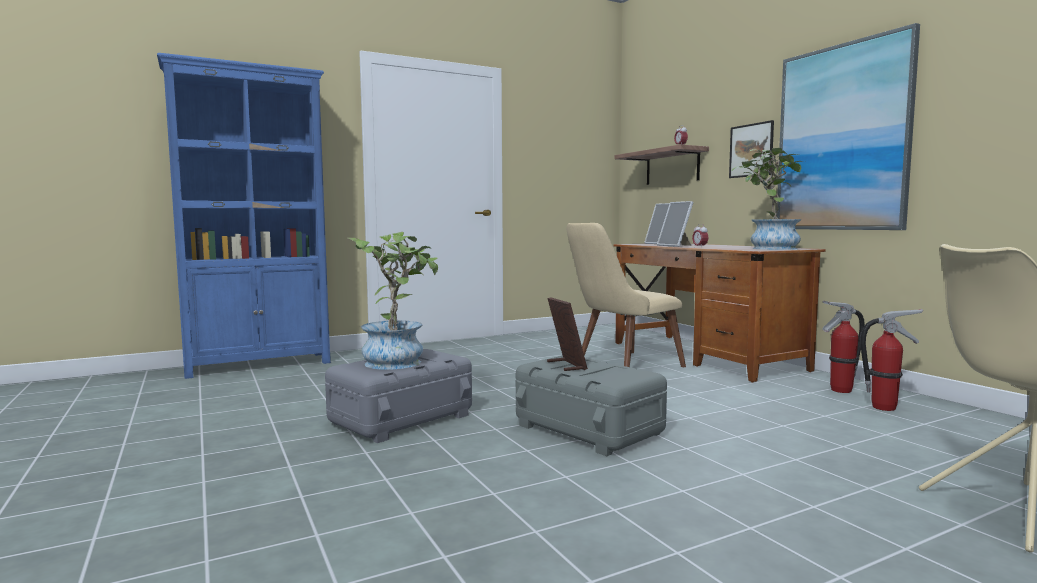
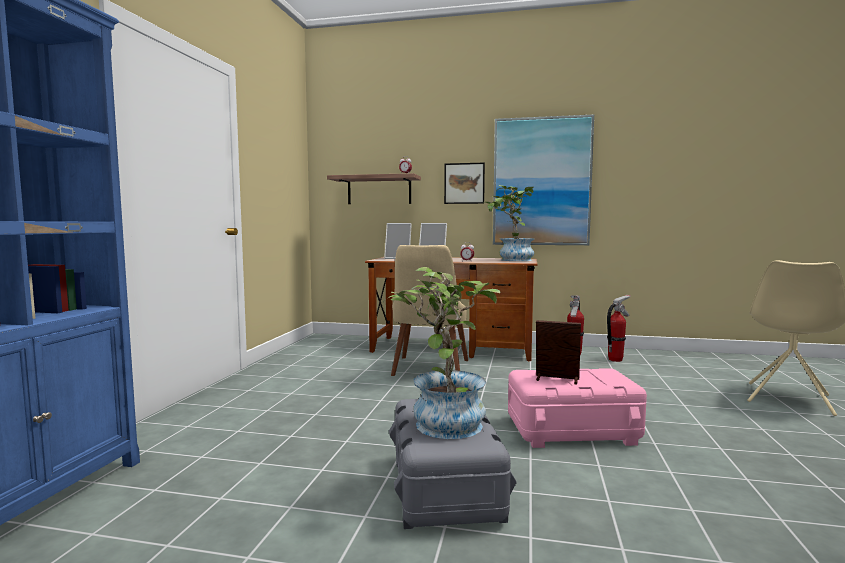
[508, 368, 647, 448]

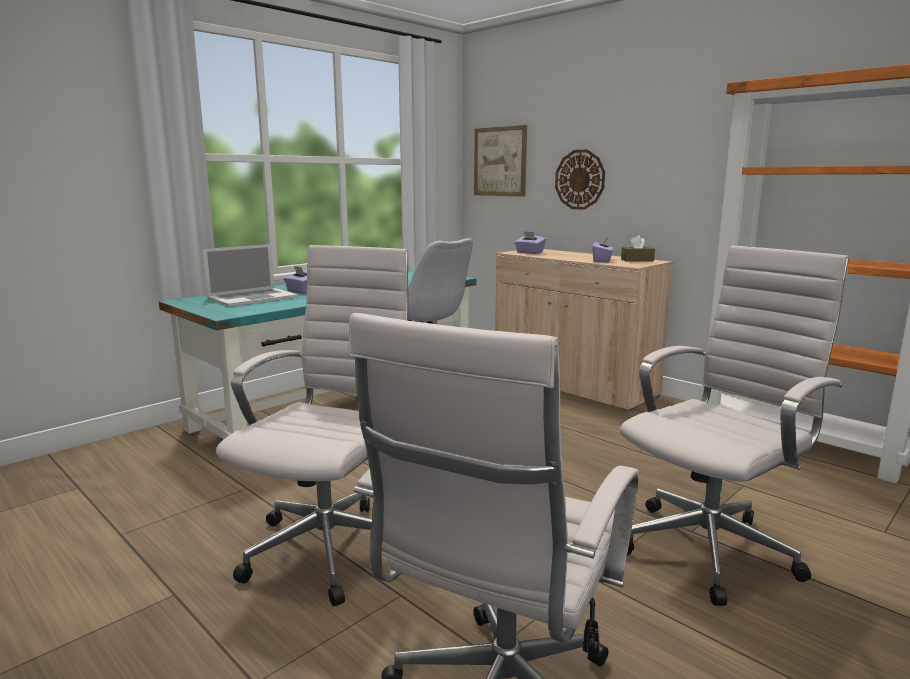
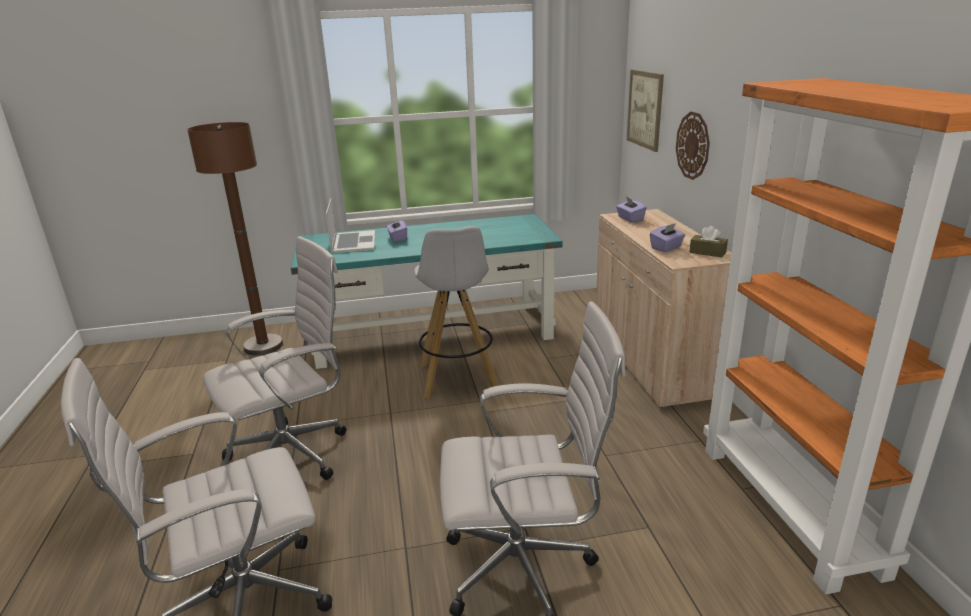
[187, 122, 283, 355]
[326, 199, 375, 253]

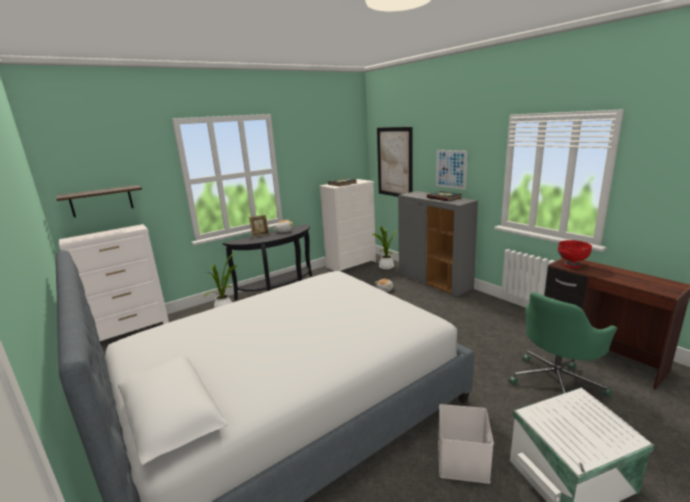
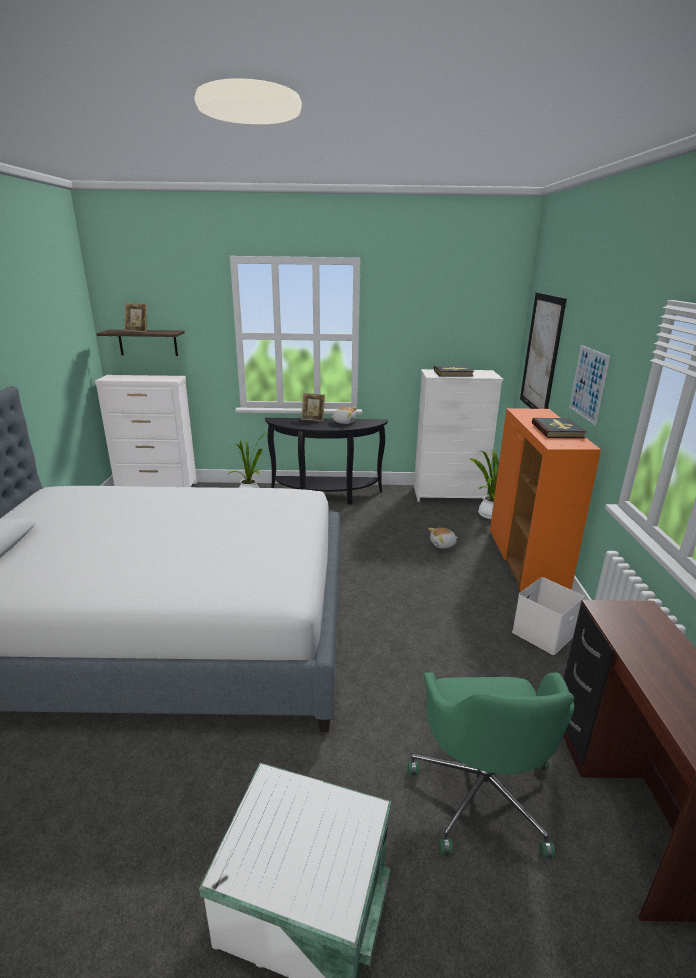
[558, 240, 592, 268] (first image)
[124, 303, 147, 332]
[512, 577, 584, 655]
[490, 408, 601, 597]
[408, 672, 574, 858]

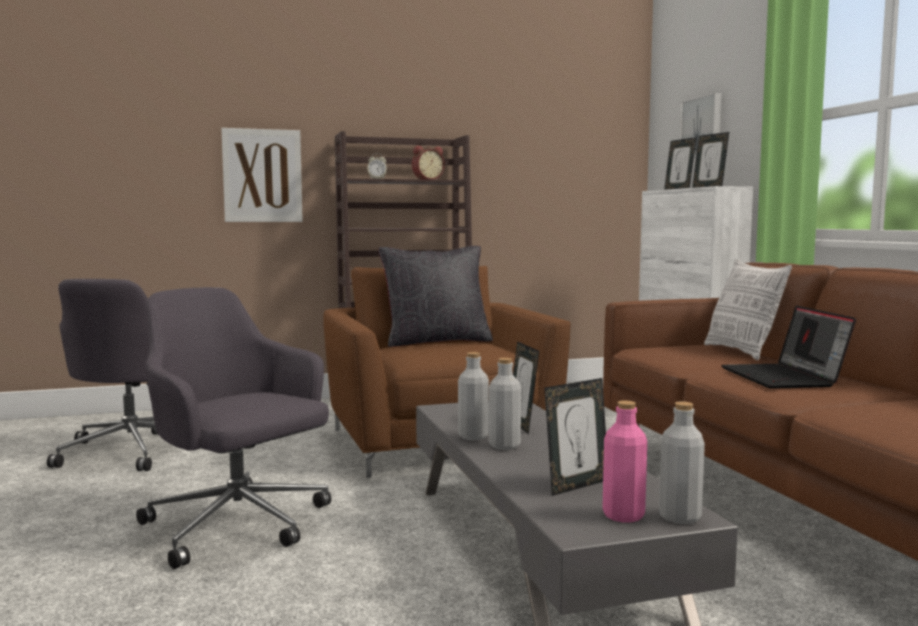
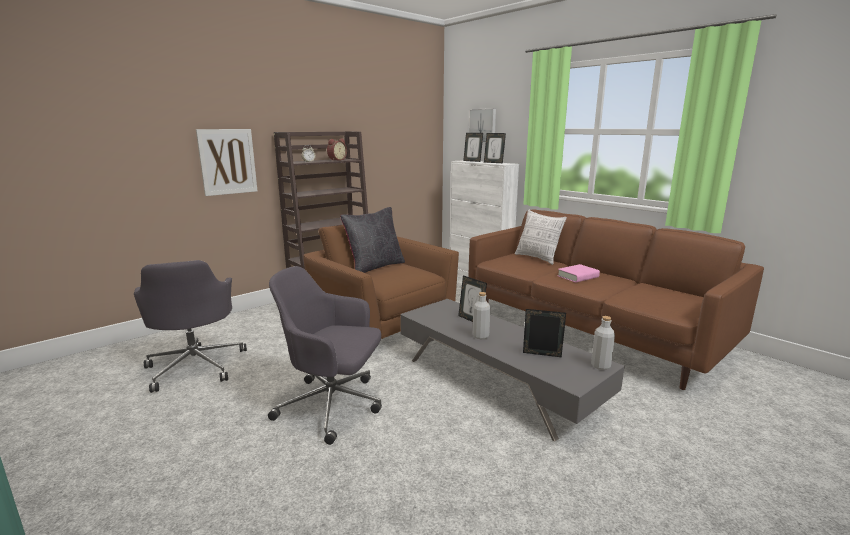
[458, 352, 489, 440] (first image)
[603, 401, 647, 522] (first image)
[557, 264, 600, 282]
[523, 309, 566, 357]

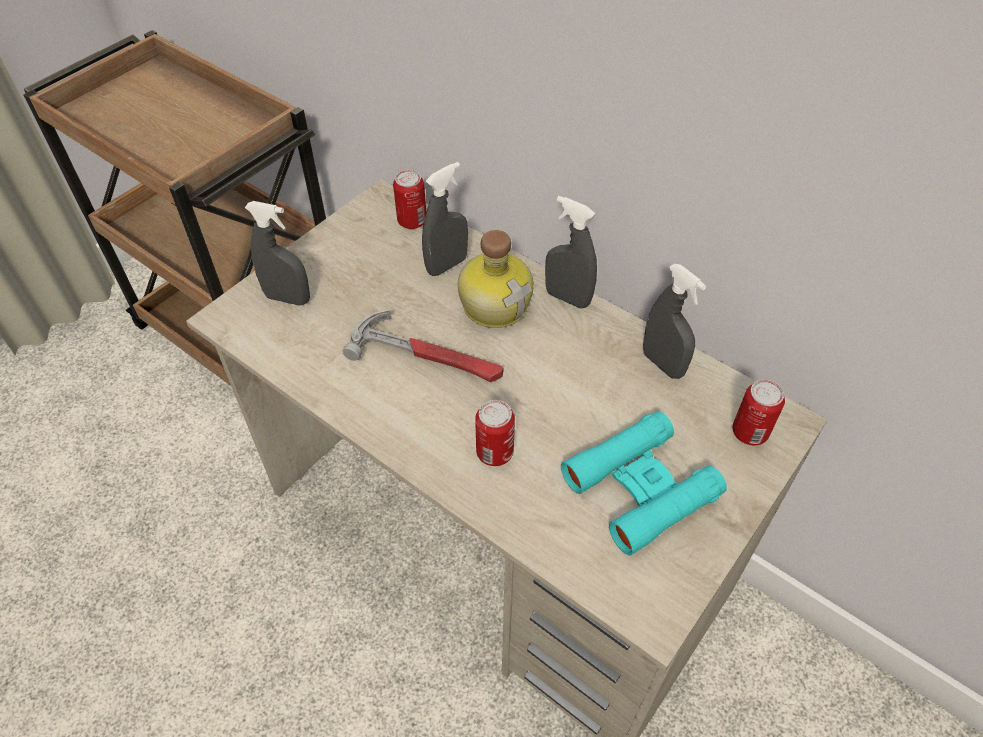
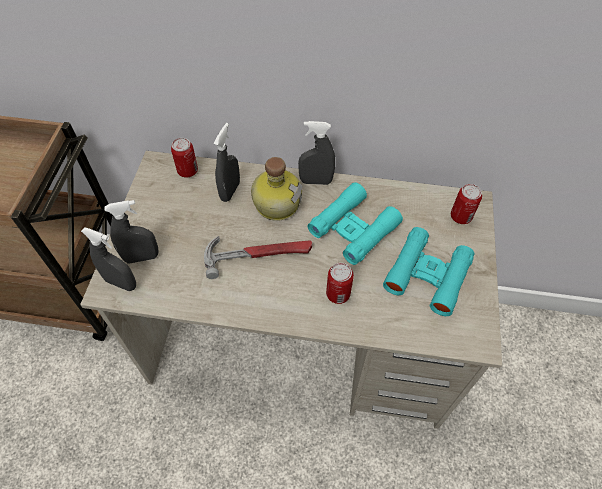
[308, 182, 403, 265]
[81, 227, 136, 291]

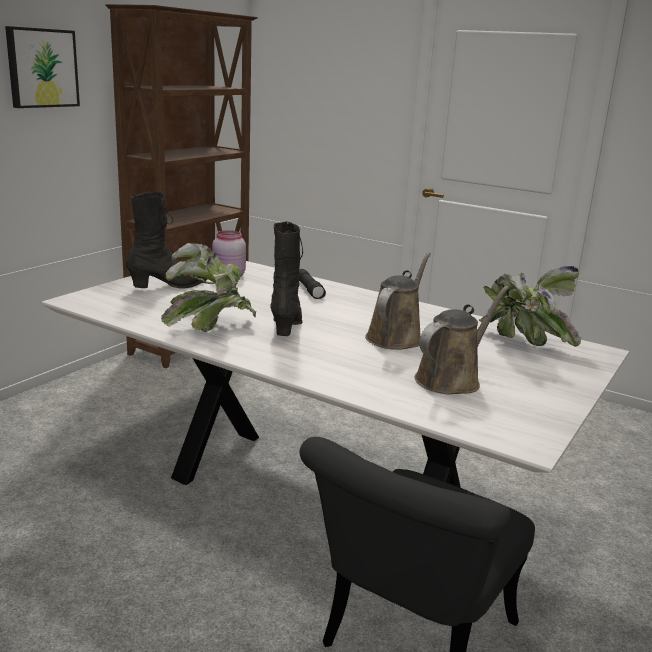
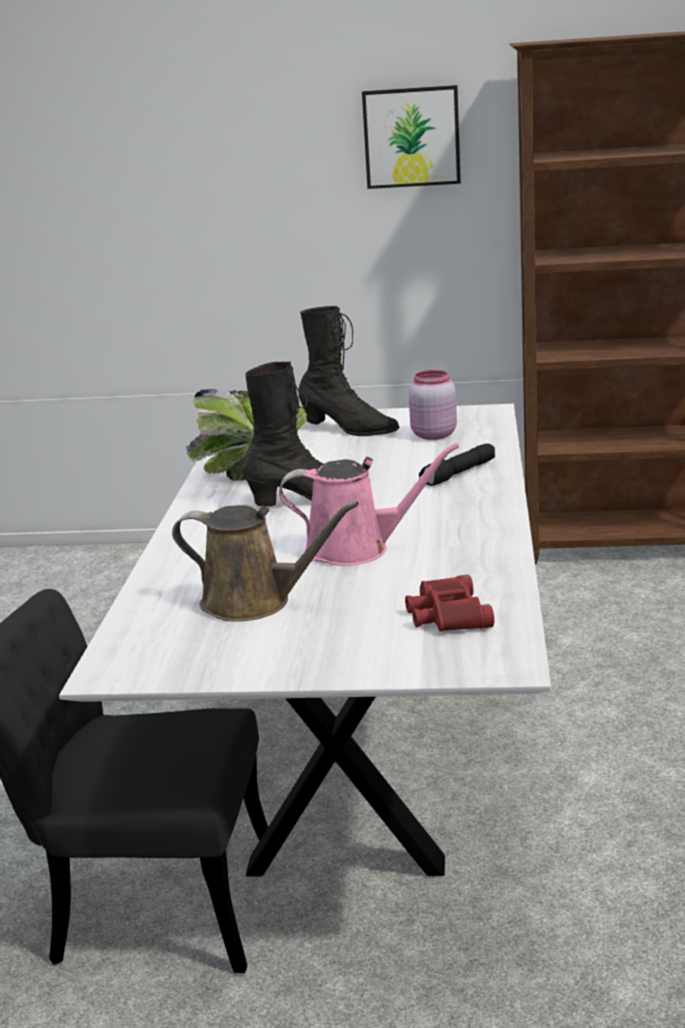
[405, 574, 494, 632]
[279, 443, 459, 566]

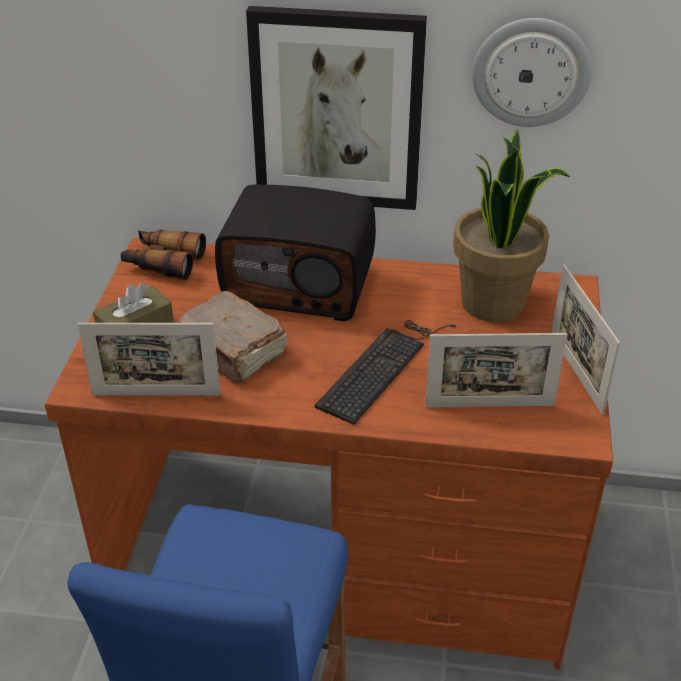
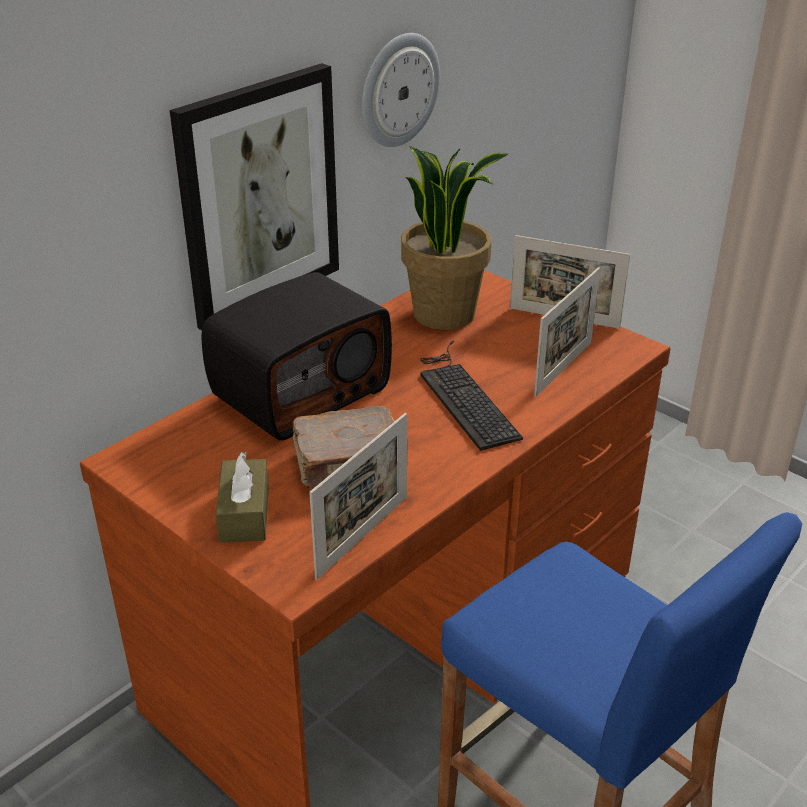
[120, 230, 206, 281] (first image)

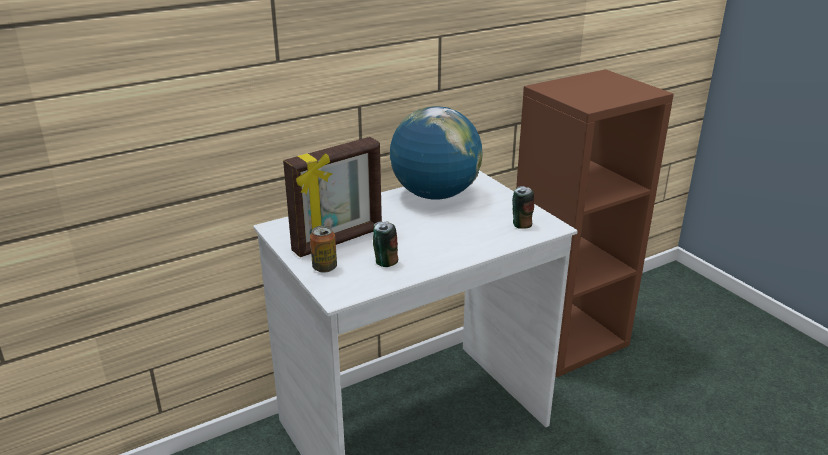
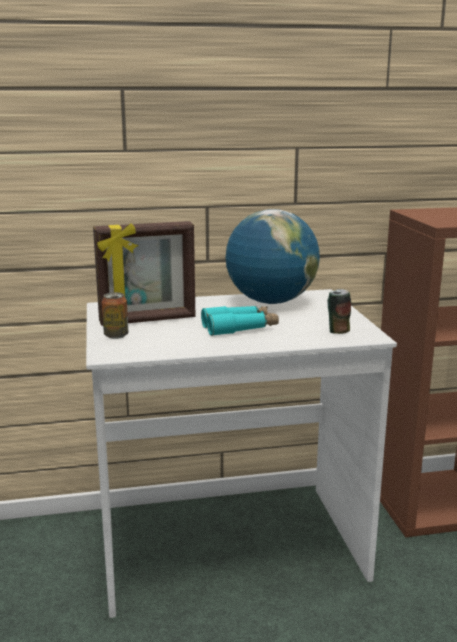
[373, 221, 398, 267] (first image)
[201, 306, 279, 336]

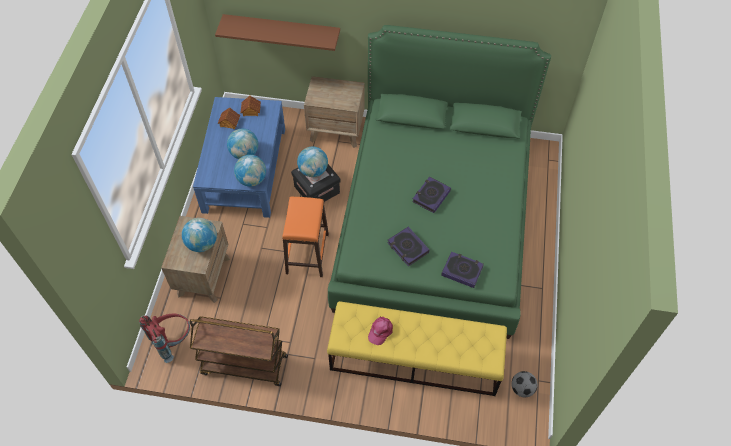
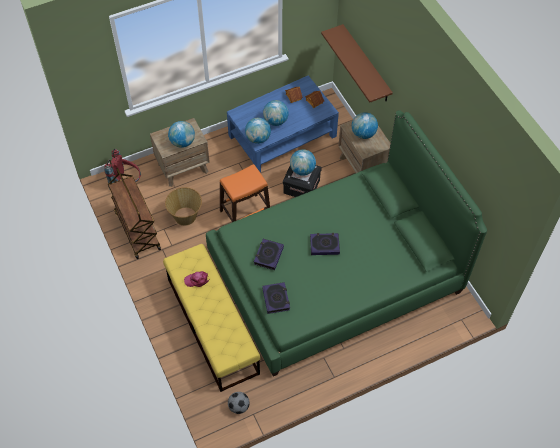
[165, 187, 202, 226]
[352, 112, 378, 139]

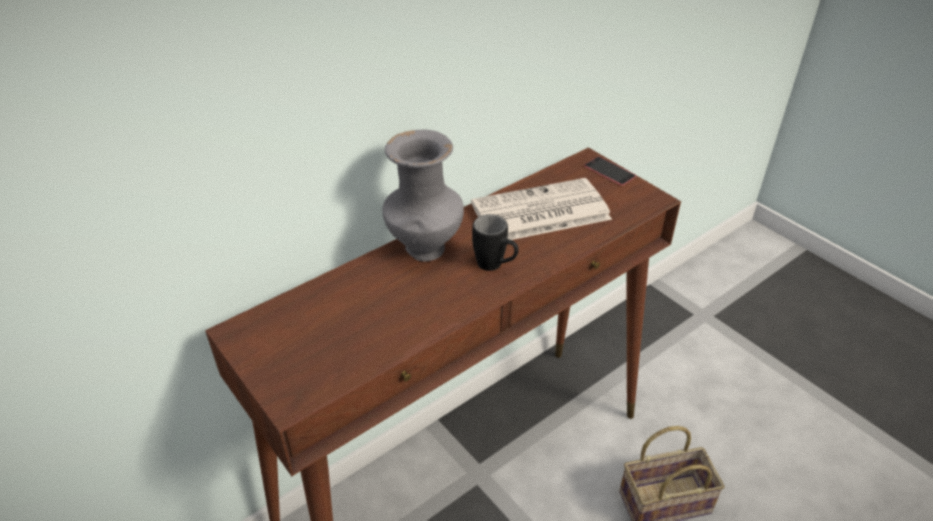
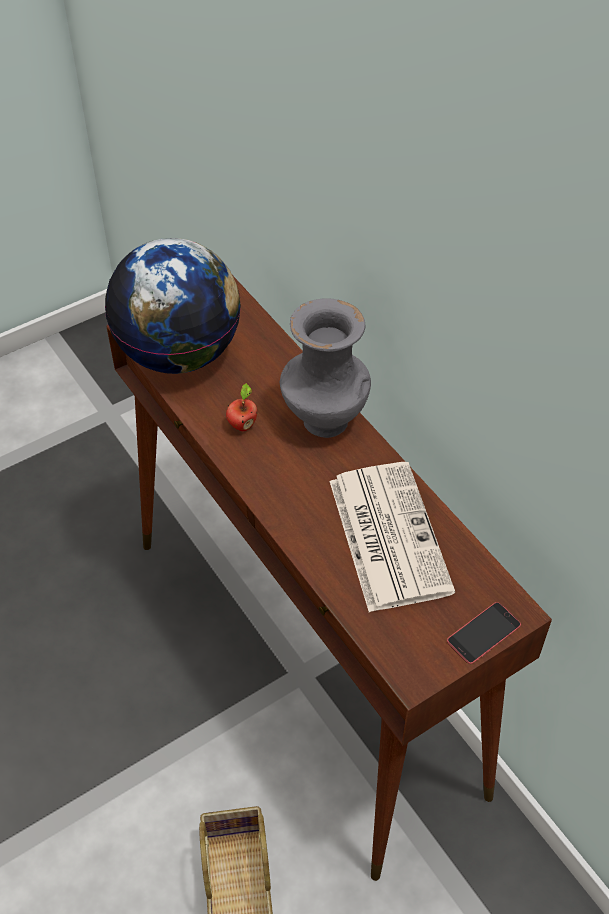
[472, 214, 519, 271] (first image)
[105, 238, 241, 374]
[226, 383, 257, 431]

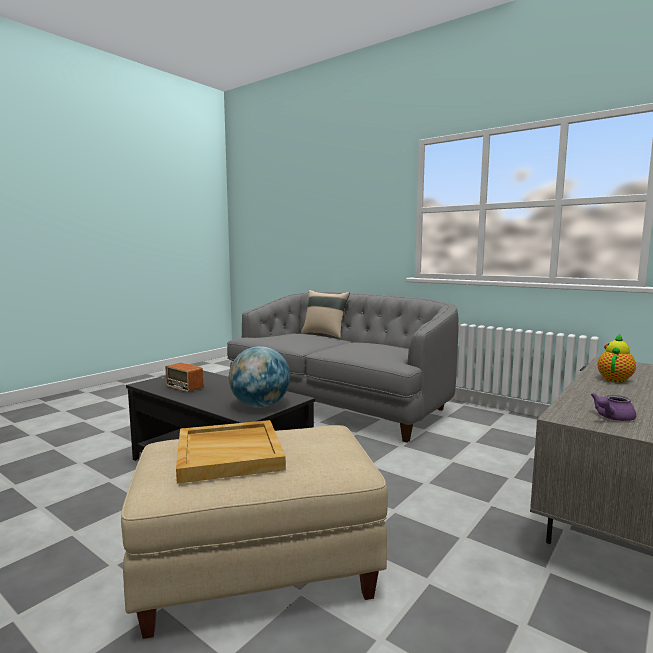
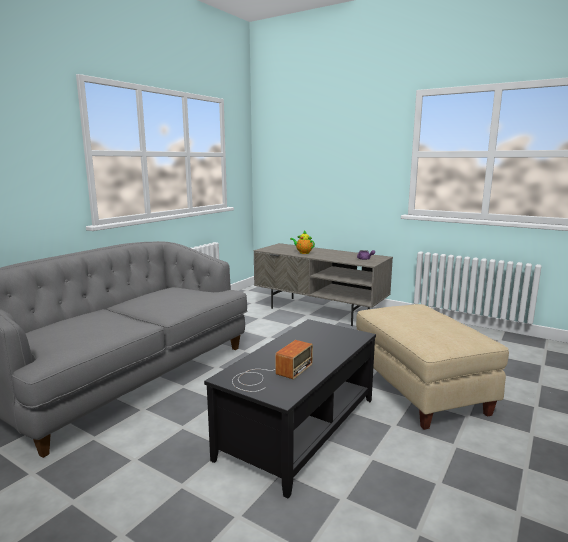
[176, 420, 286, 484] (first image)
[229, 346, 290, 408] (first image)
[301, 290, 350, 338] (first image)

